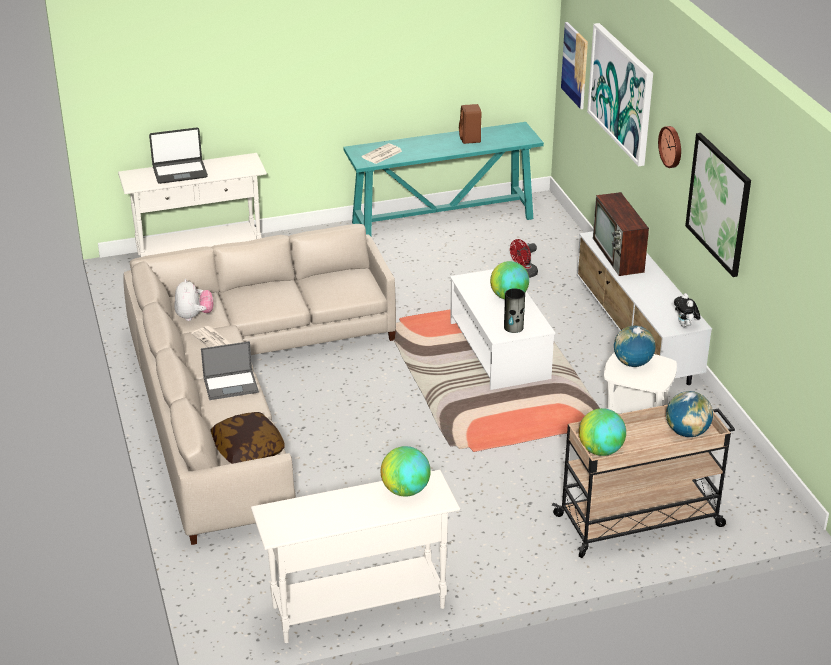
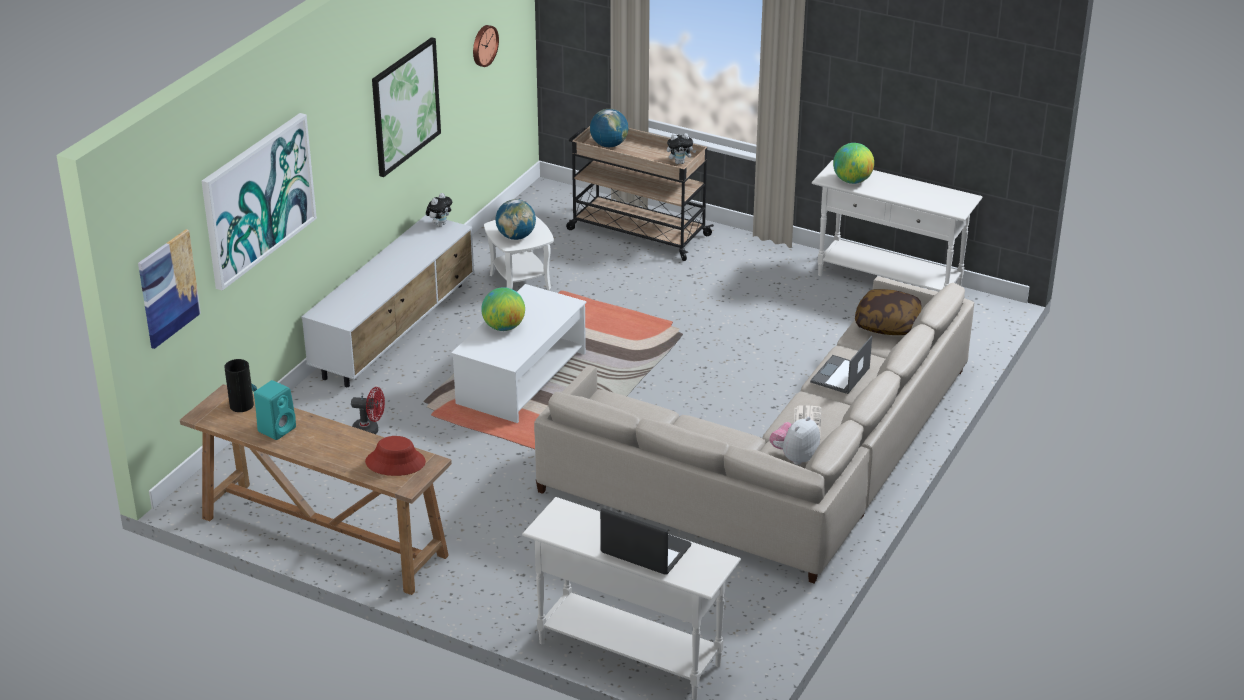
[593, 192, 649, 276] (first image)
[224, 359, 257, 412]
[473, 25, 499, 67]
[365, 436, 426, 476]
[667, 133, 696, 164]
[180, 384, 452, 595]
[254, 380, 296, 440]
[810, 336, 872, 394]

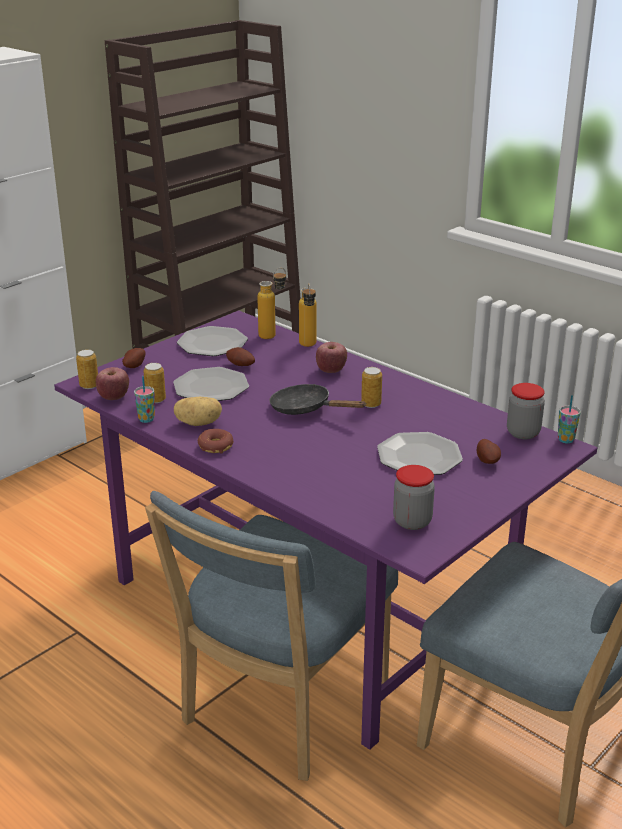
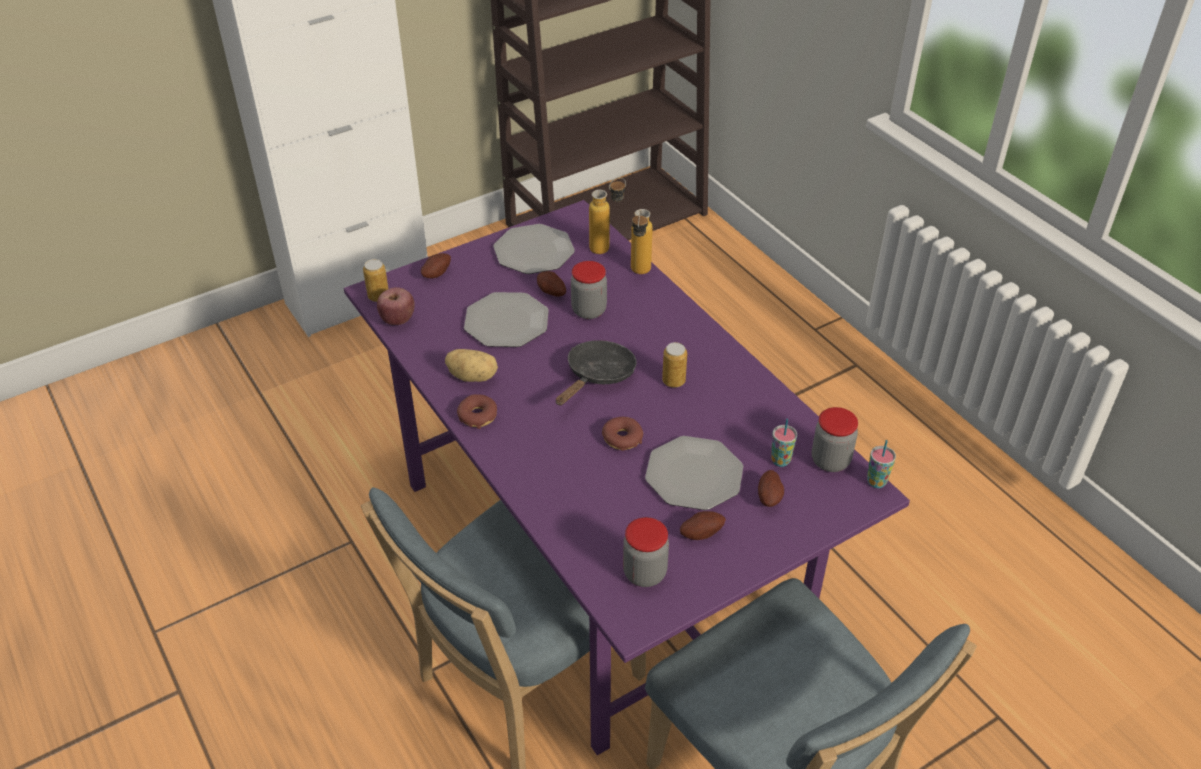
[144, 363, 166, 403] (first image)
[316, 342, 347, 373] (first image)
[571, 261, 607, 319]
[602, 417, 643, 451]
[680, 511, 726, 540]
[771, 419, 797, 467]
[556, 340, 637, 405]

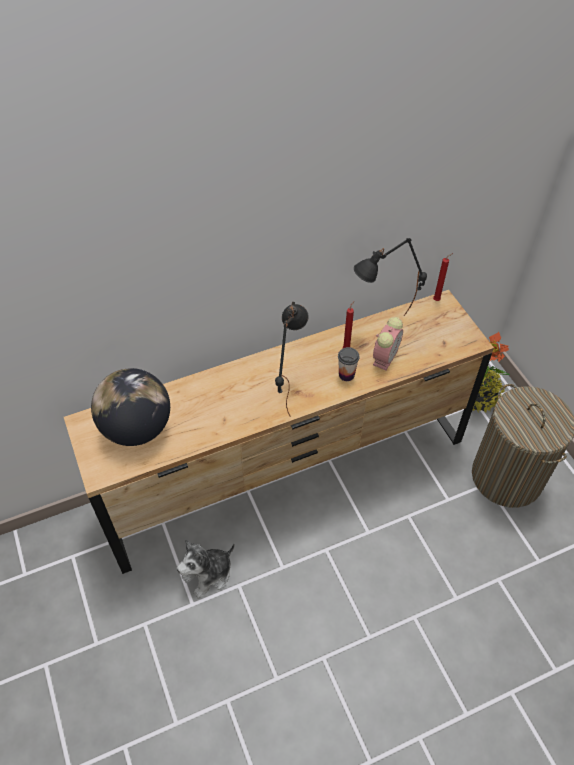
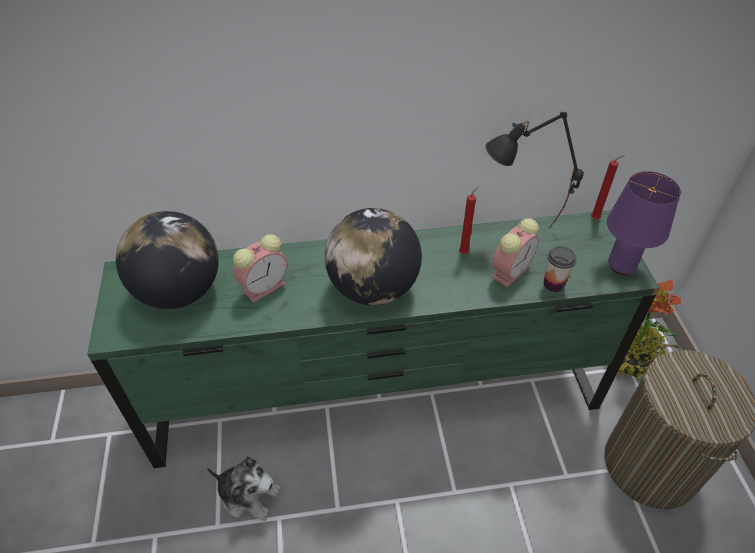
[233, 234, 287, 303]
[607, 171, 681, 275]
[544, 246, 577, 292]
[325, 208, 422, 305]
[87, 210, 659, 468]
[206, 456, 281, 521]

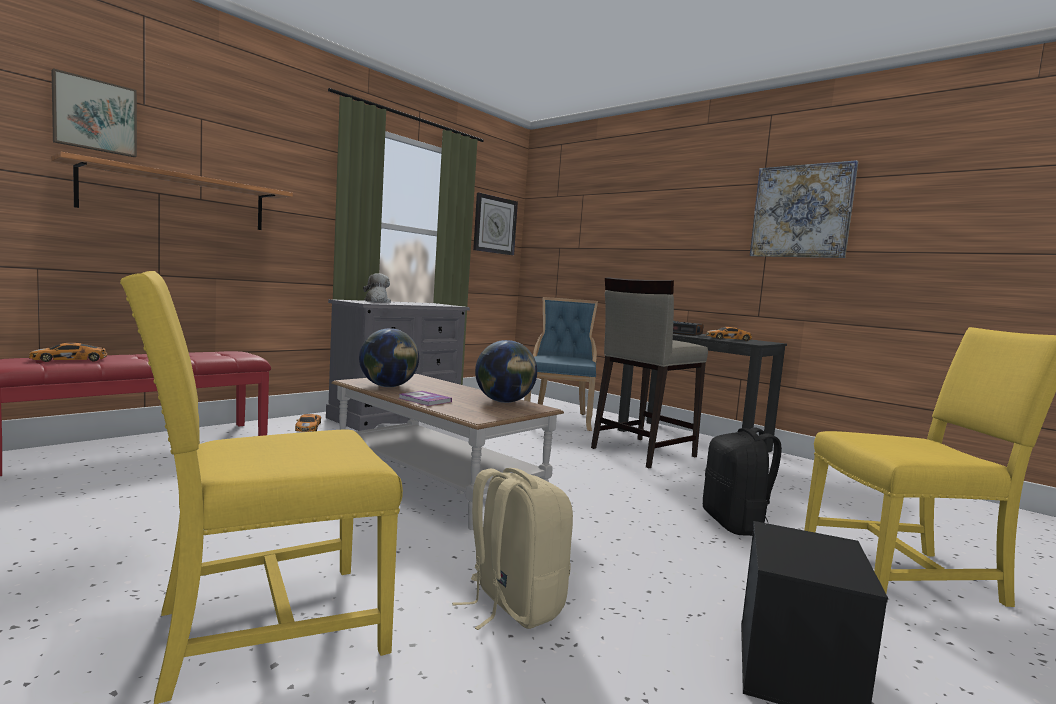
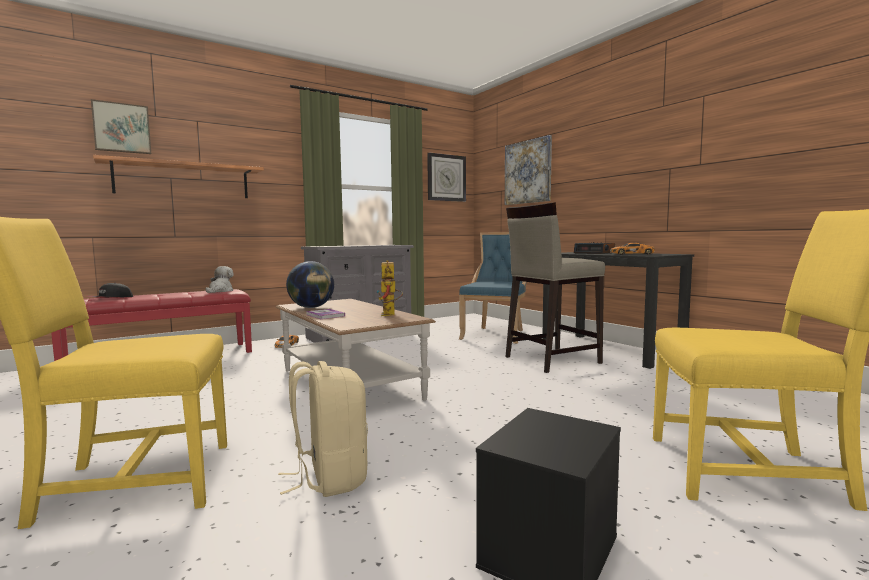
[703, 427, 782, 536] (first image)
[205, 266, 234, 293]
[505, 135, 552, 205]
[87, 283, 133, 298]
[376, 260, 403, 316]

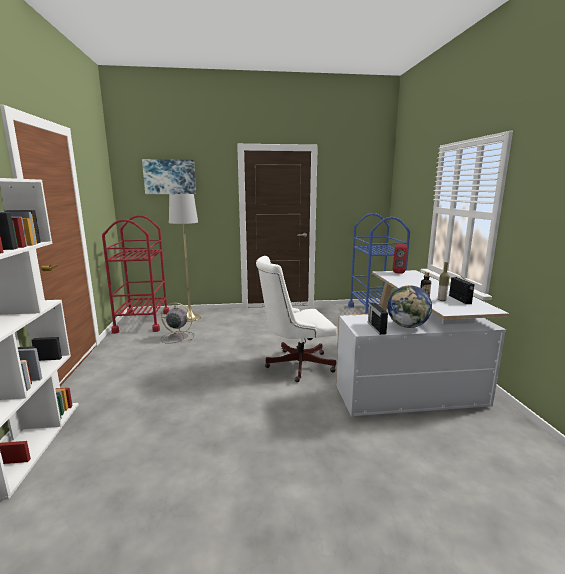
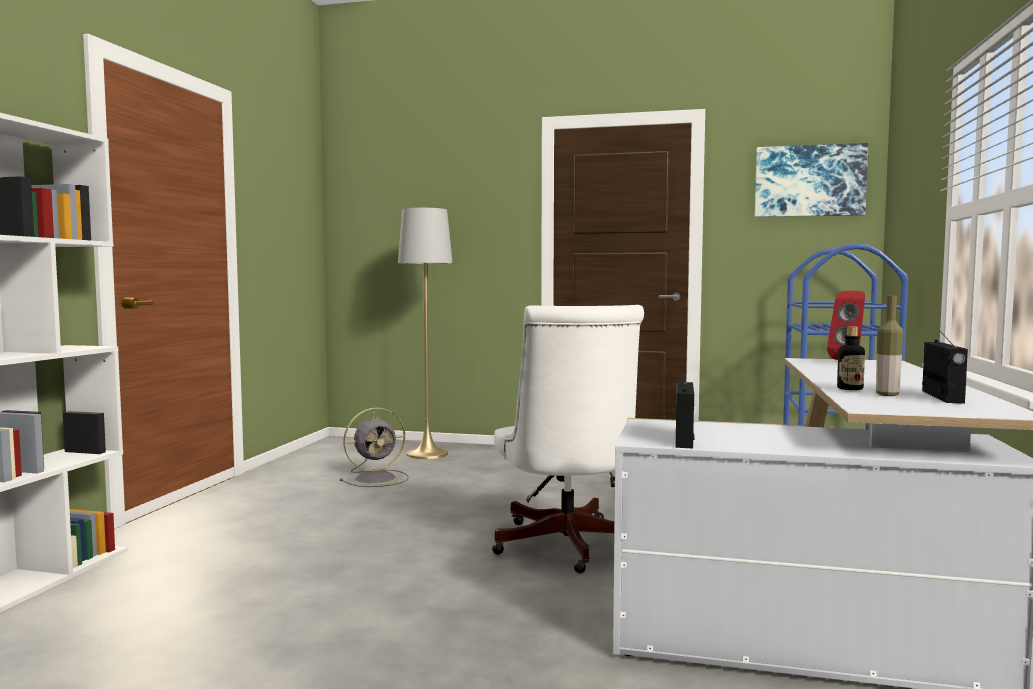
[102, 215, 169, 334] (first image)
[387, 285, 432, 328] (first image)
[755, 143, 868, 217]
[340, 407, 409, 487]
[492, 305, 644, 573]

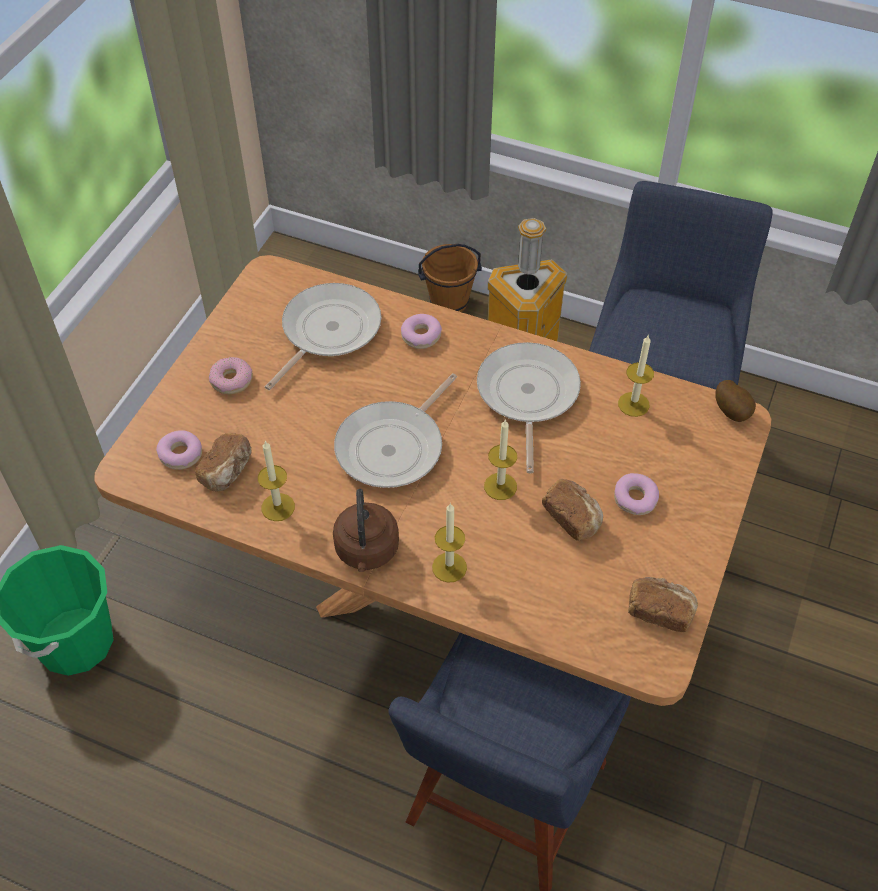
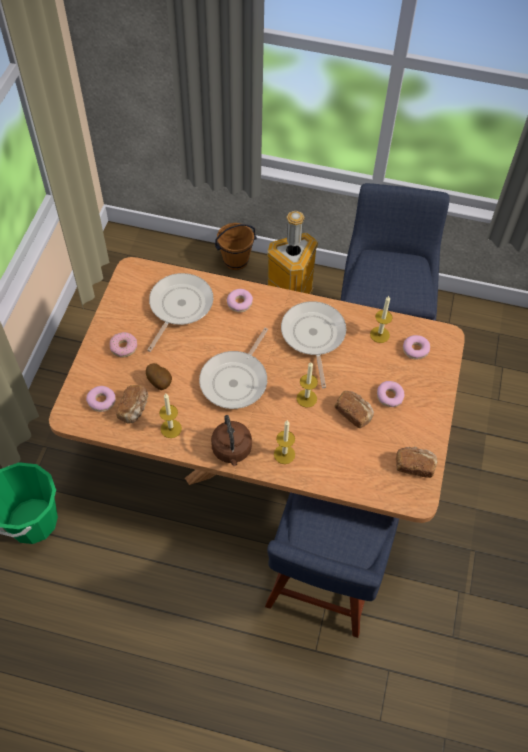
[403, 335, 430, 360]
[146, 363, 172, 390]

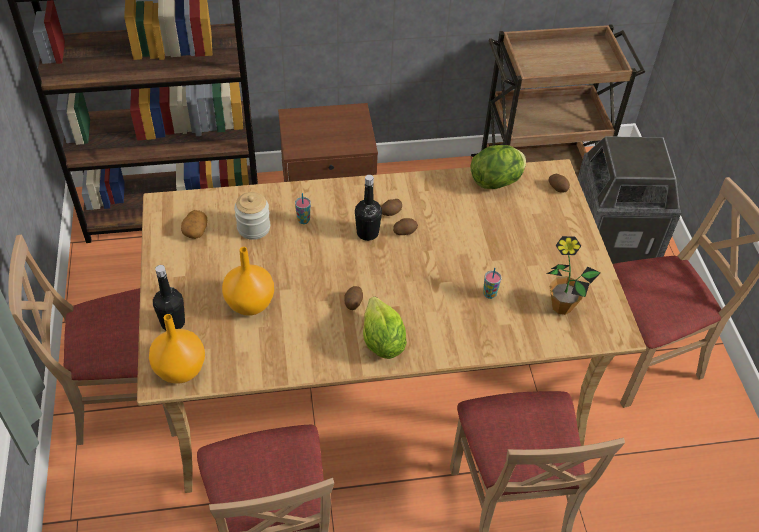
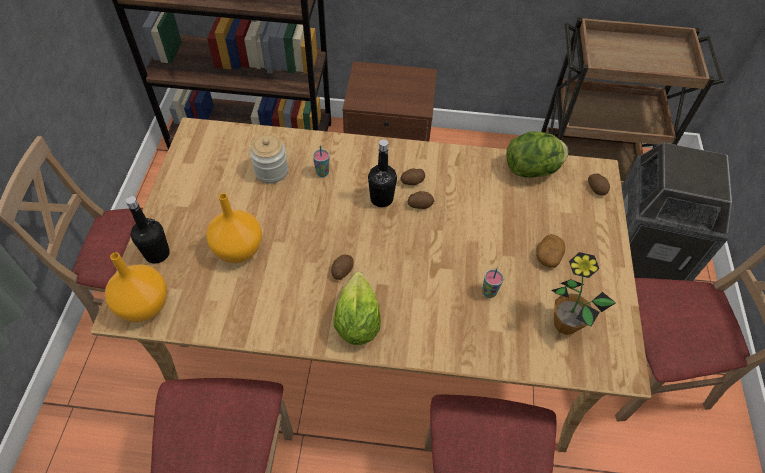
[536, 234, 565, 268]

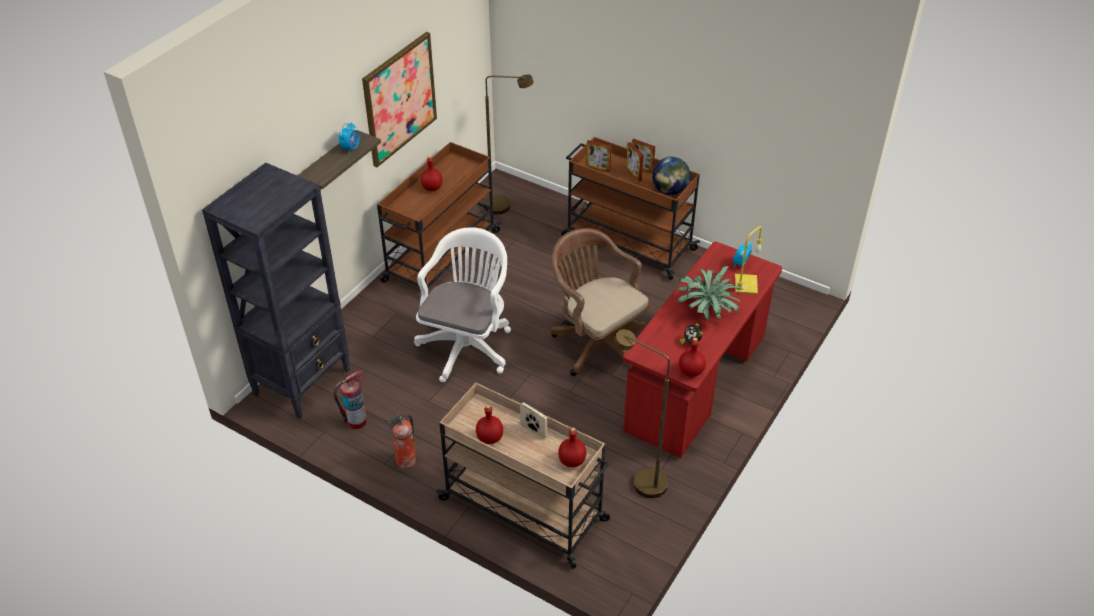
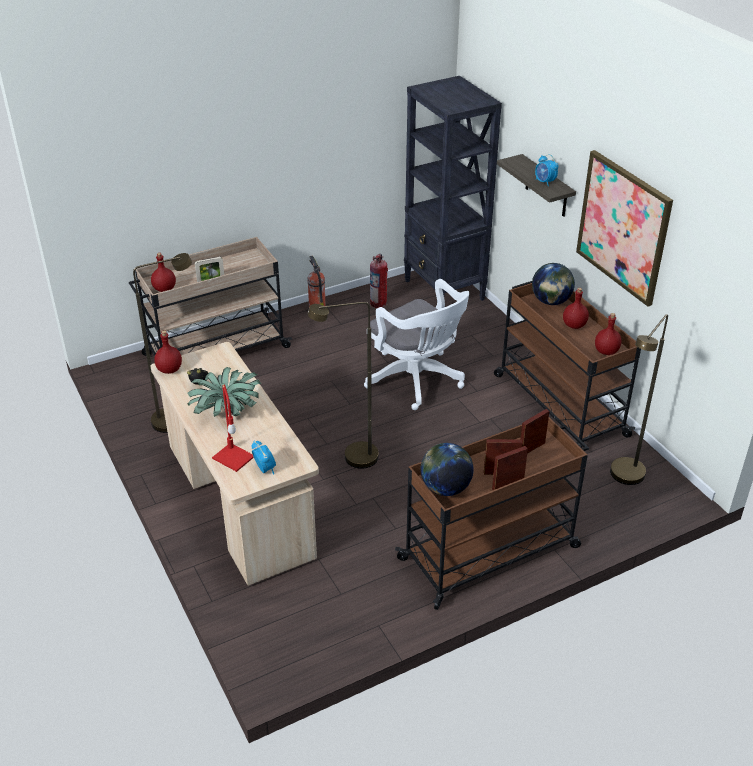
[532, 263, 575, 305]
[595, 313, 621, 355]
[308, 302, 379, 469]
[150, 342, 319, 586]
[212, 385, 254, 472]

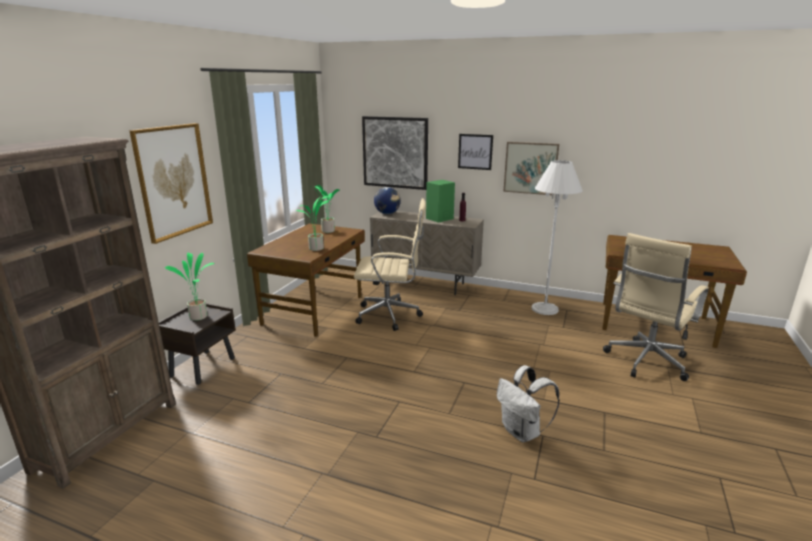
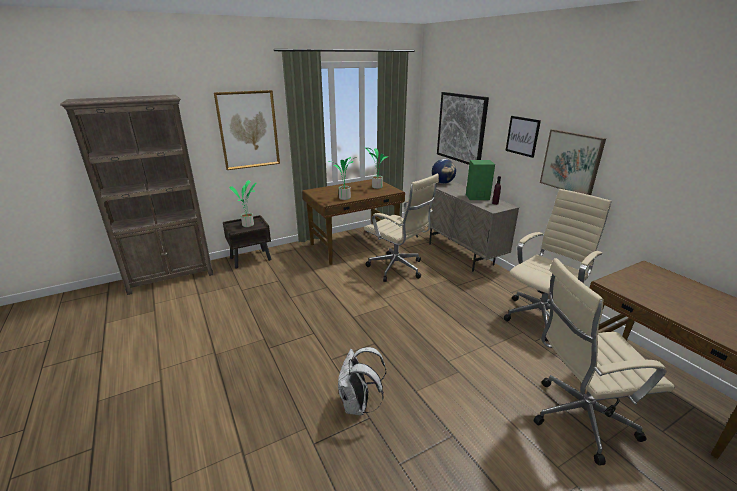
[503, 189, 611, 341]

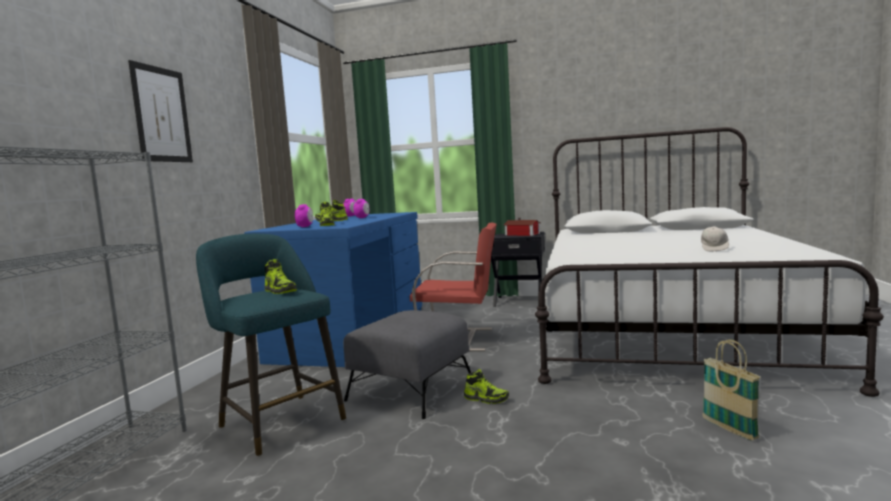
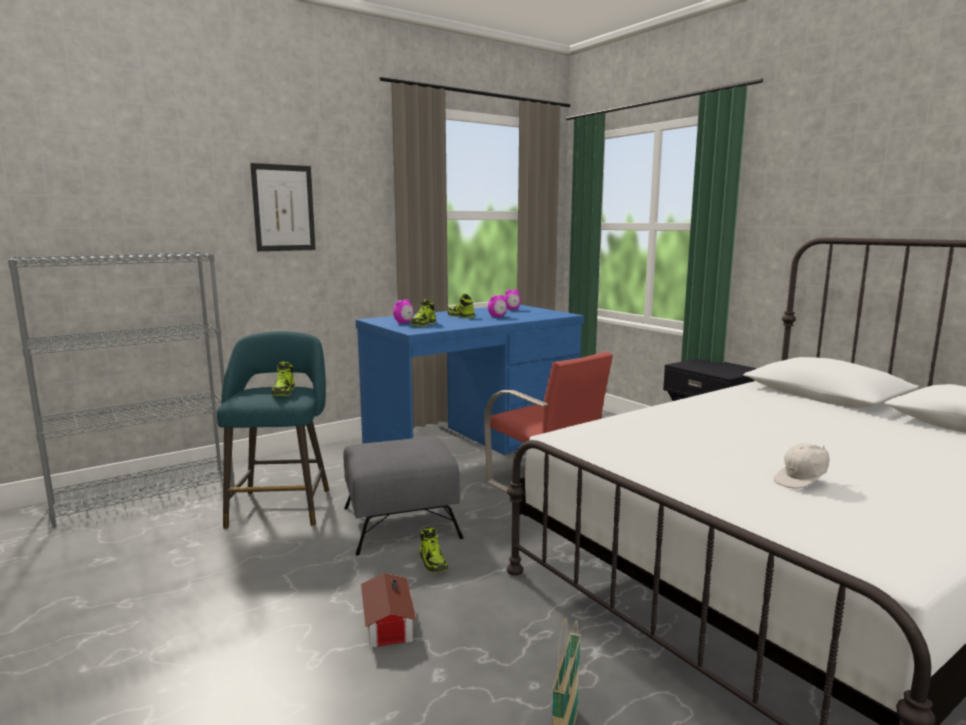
[361, 573, 416, 648]

